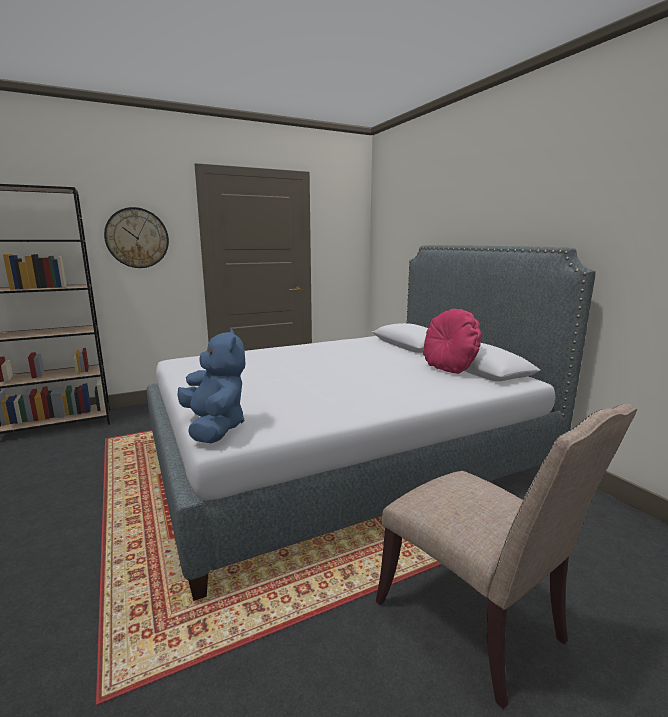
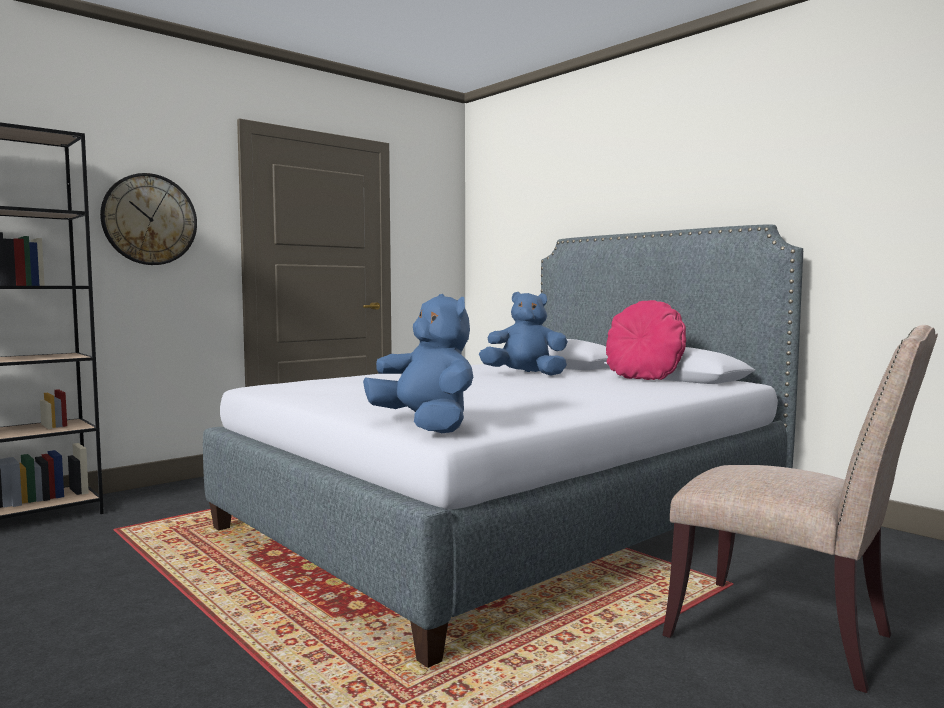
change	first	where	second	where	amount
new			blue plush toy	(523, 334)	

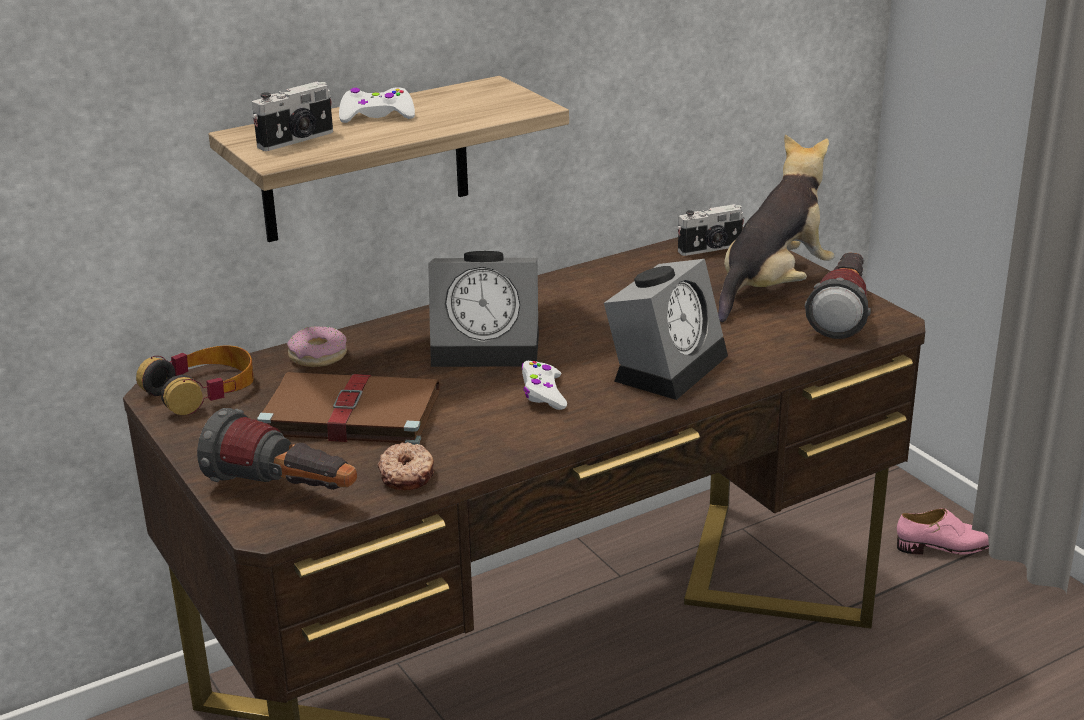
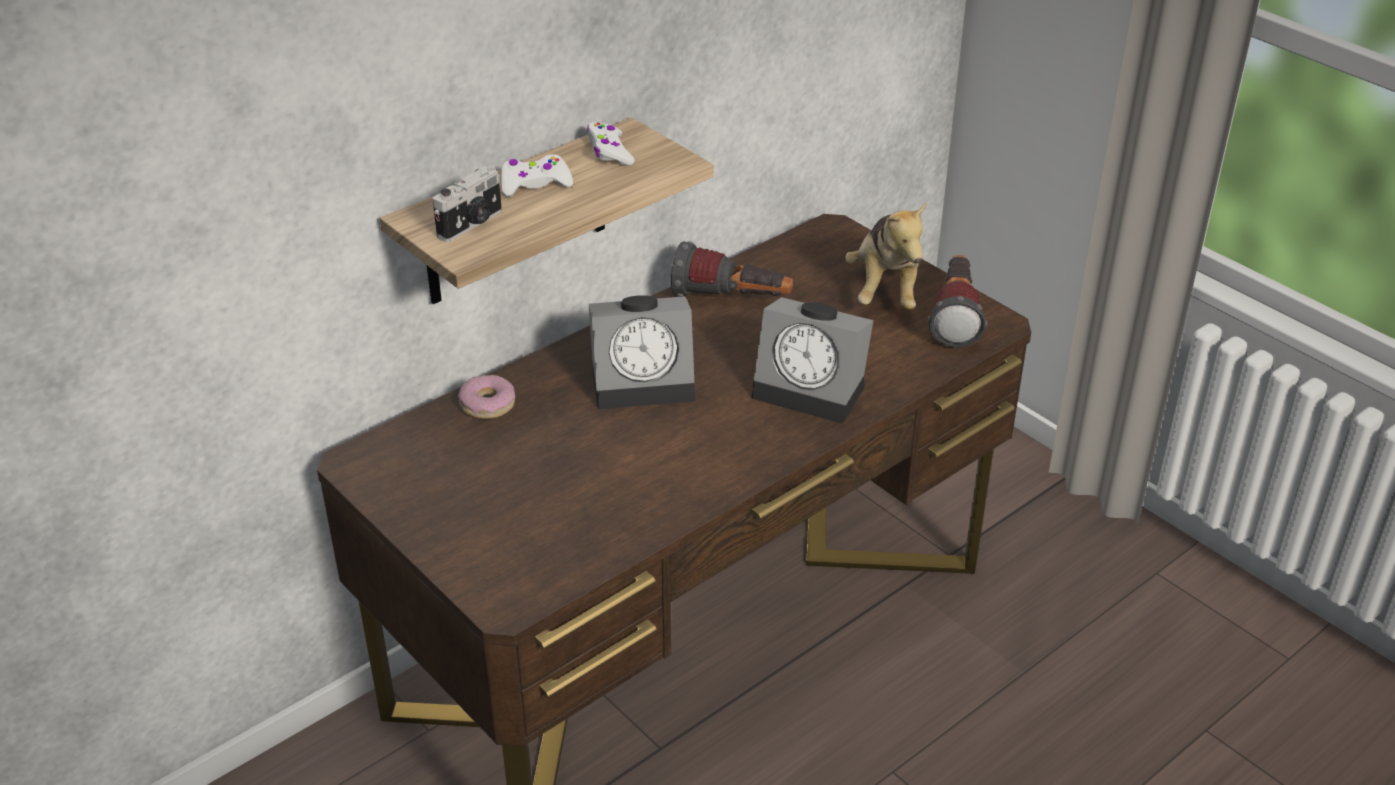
change	first	where	second	where	amount
rotated	plush toy	(776, 229)		(886, 256)	150 degrees clockwise
gone	photo camera	(710, 230)			
rotated	alarm clock	(666, 329)		(812, 360)	90 degrees clockwise
gone	headphones	(195, 380)			
shifted	white game controller	(544, 385)		(610, 144)	
gone	brown book	(348, 408)			
shifted	flashlight	(277, 449)		(732, 269)	
gone	donut	(405, 466)			
gone	pink shoe	(943, 531)			

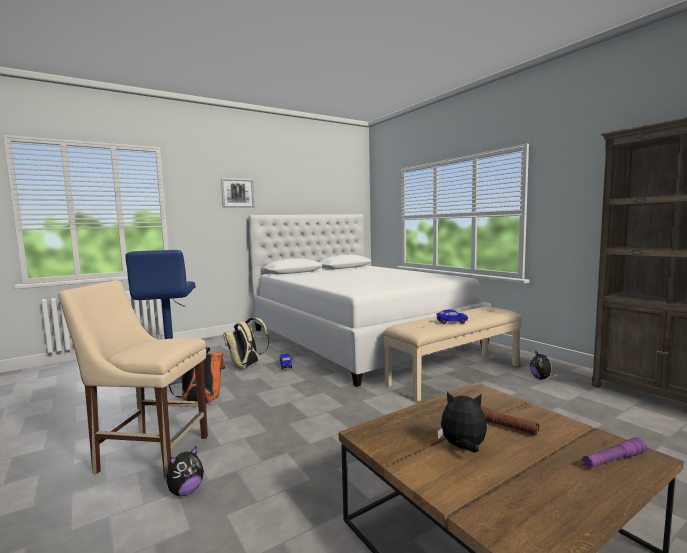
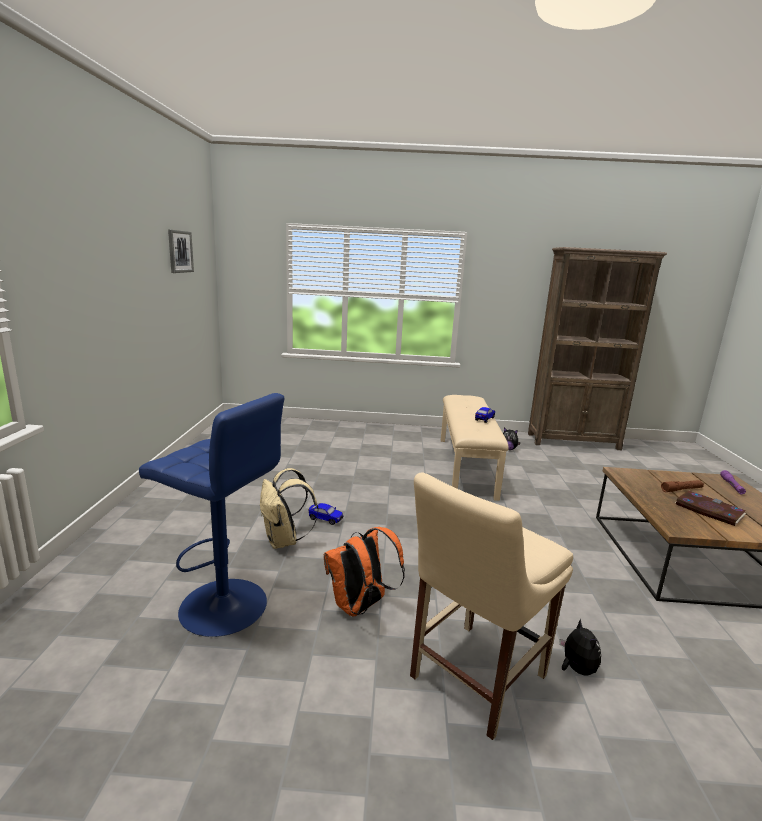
change	first	where	second	where	amount
shifted	picture	(237, 192)		(181, 251)	
gone	white bed	(369, 300)			
swapped	plush toy	(462, 422)	book	(710, 508)	

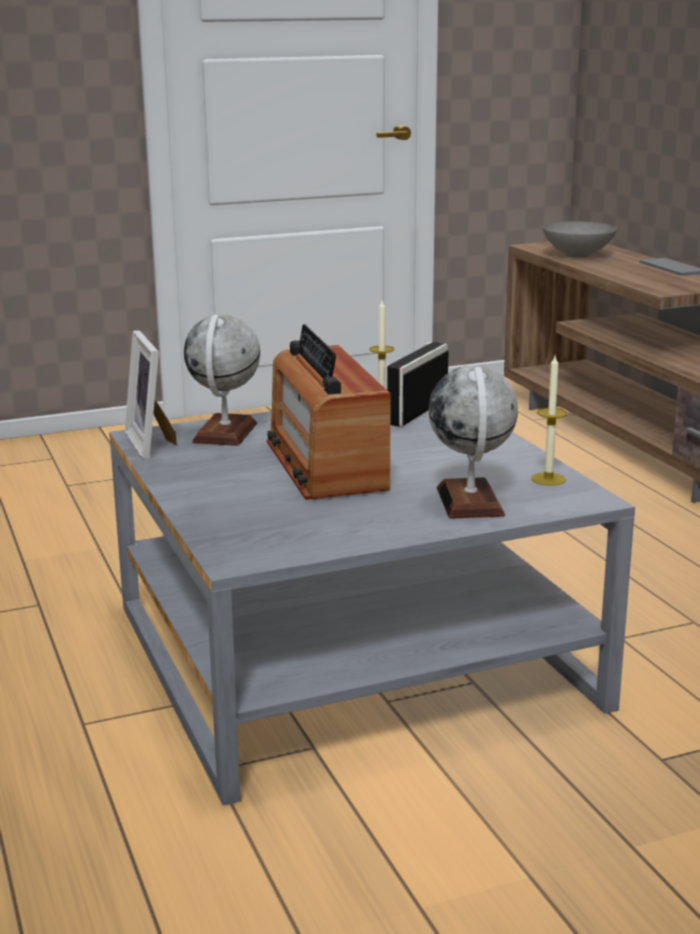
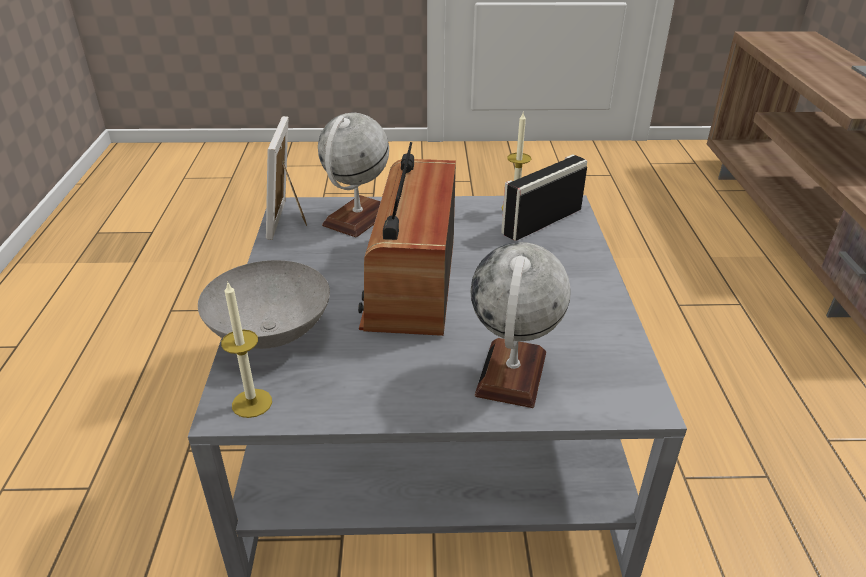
change	first	where	second	where	amount
shifted	grey bowl	(579, 239)		(264, 304)	
shifted	candle	(549, 421)		(246, 349)	

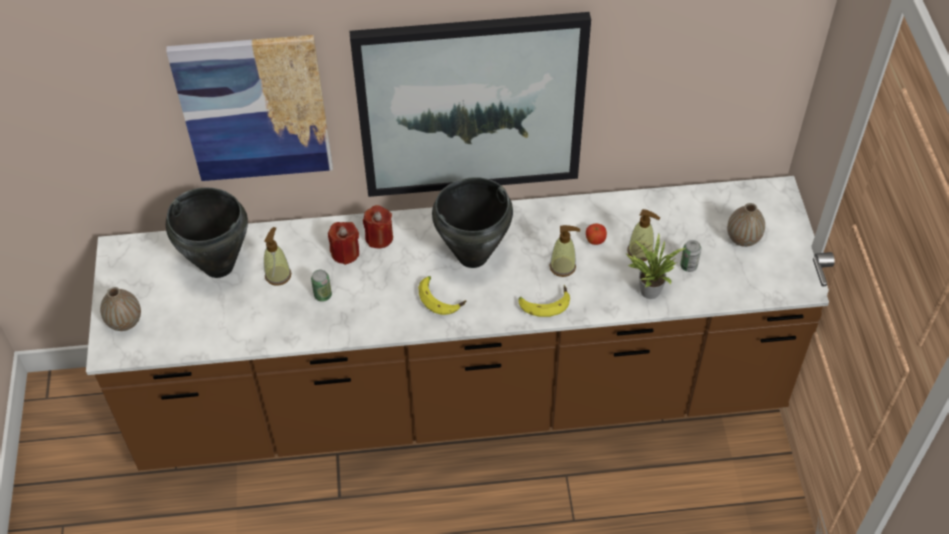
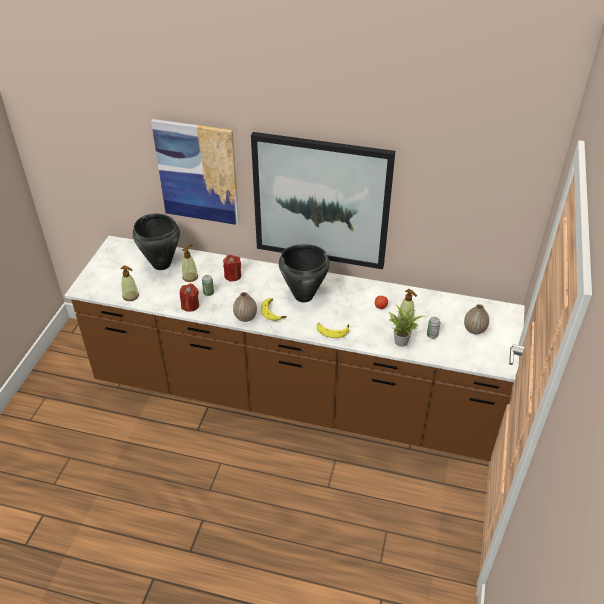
change	first	where	second	where	amount
shifted	red candle	(378, 227)		(189, 298)	
shifted	soap dispenser	(564, 251)		(130, 283)	
shifted	vase	(120, 309)		(245, 307)	

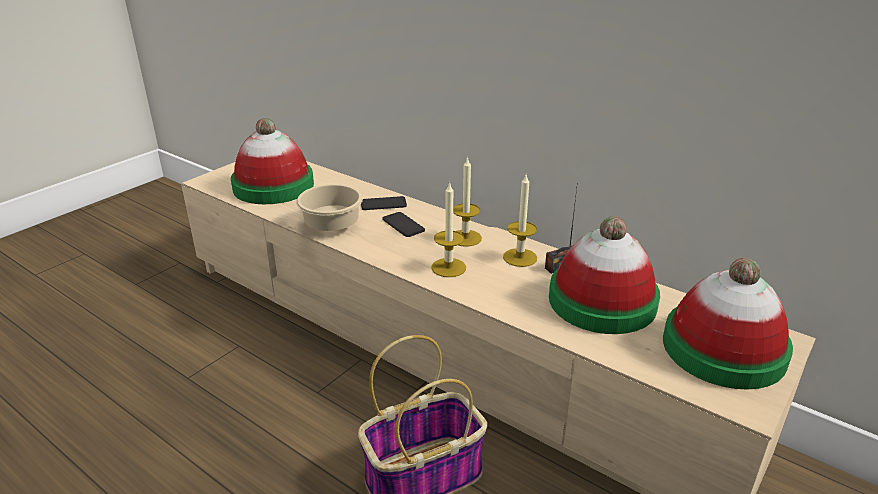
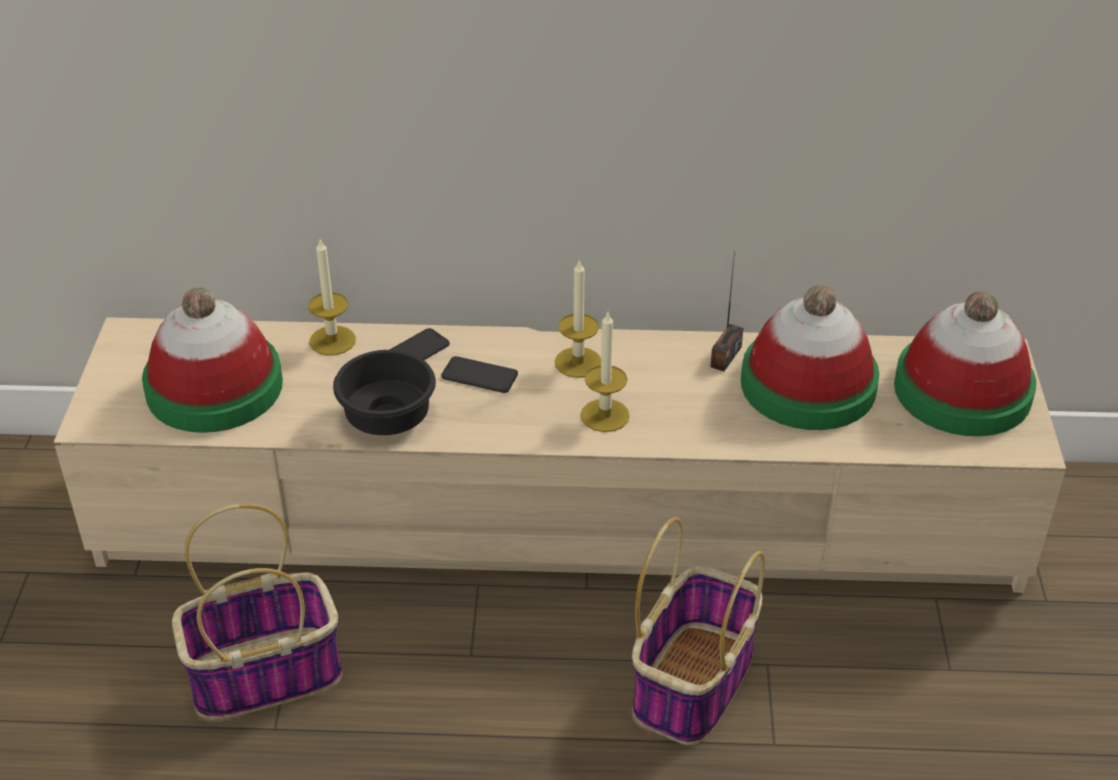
change	first	where	second	where	amount
shifted	candle	(520, 221)		(332, 297)	
repainted	beige bowl	(329, 207)	black bowl	(384, 392)	
new			basket	(257, 612)	

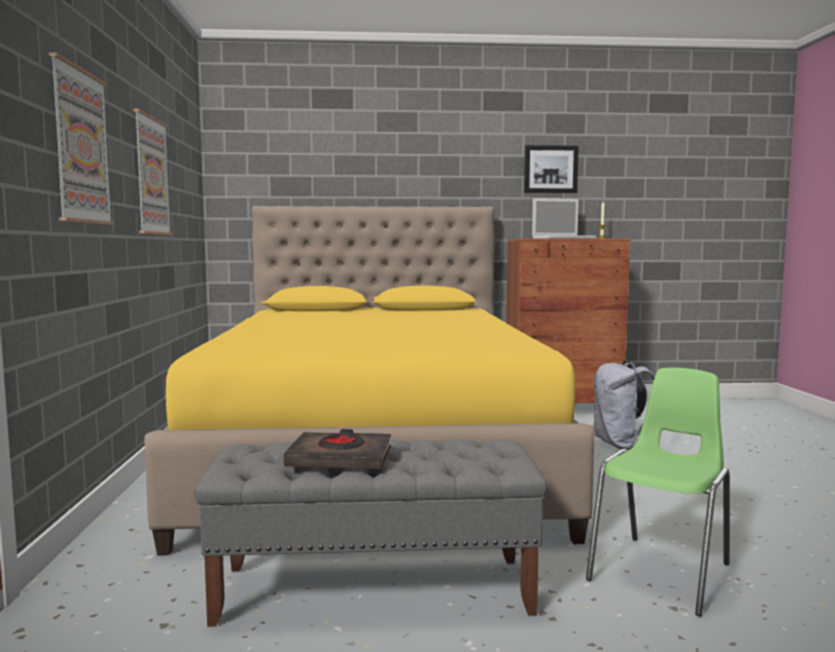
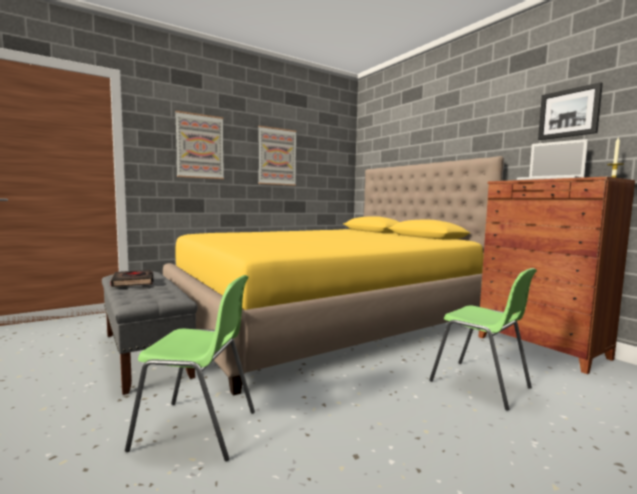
change	first	where	second	where	amount
swapped	grey backpack	(624, 405)	green chair	(483, 339)	

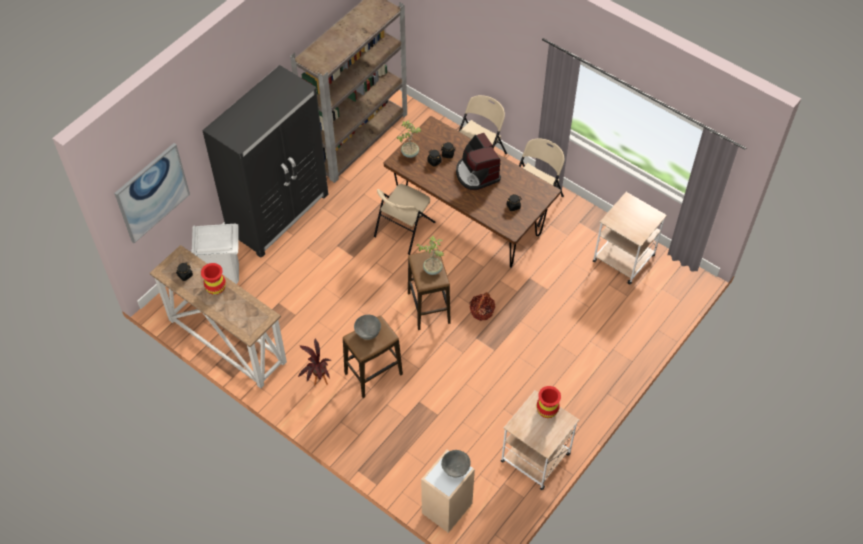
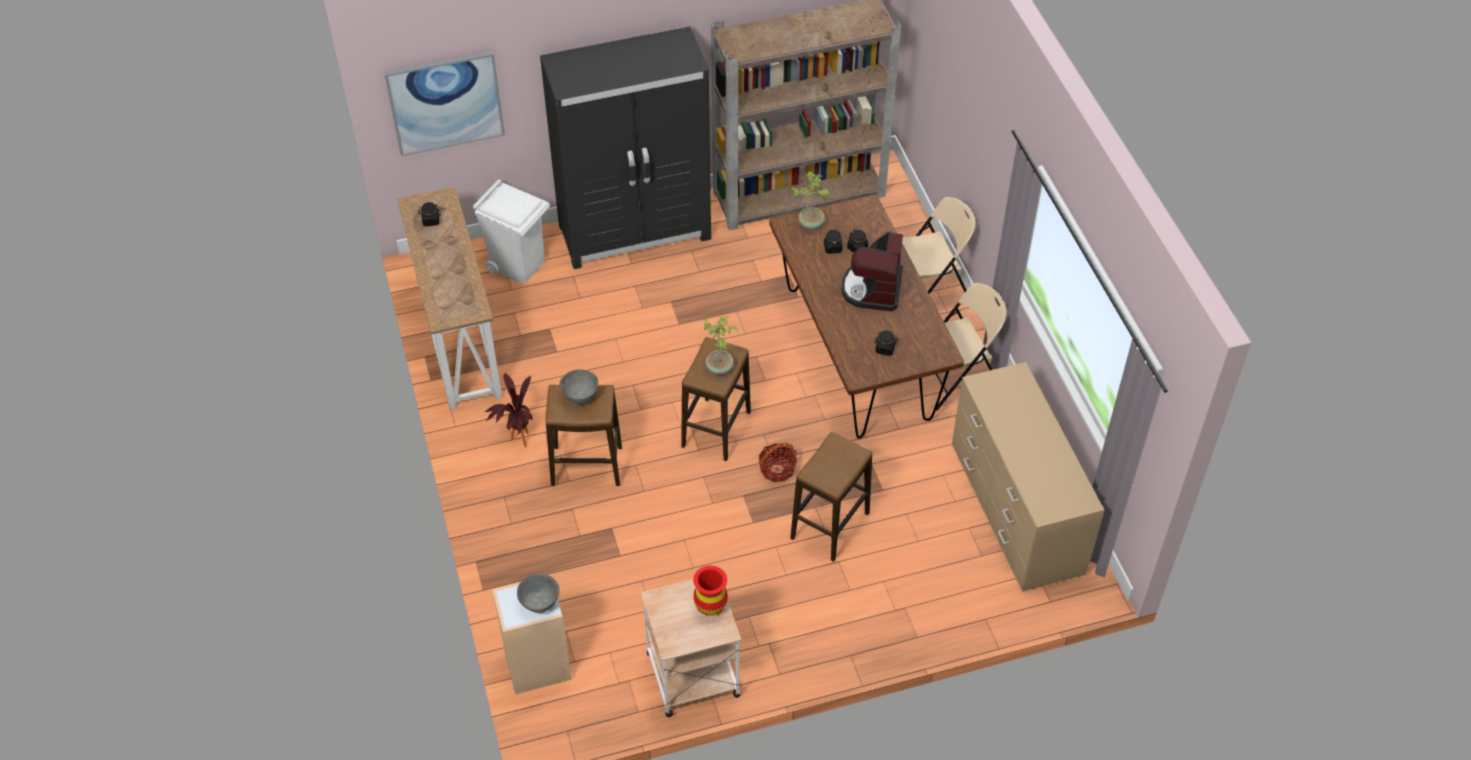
change	first	where	second	where	amount
gone	beige chair	(404, 219)			
swapped	beige cart	(630, 238)	beige dresser	(1028, 477)	
gone	red vase	(213, 279)			
new			stool	(831, 497)	

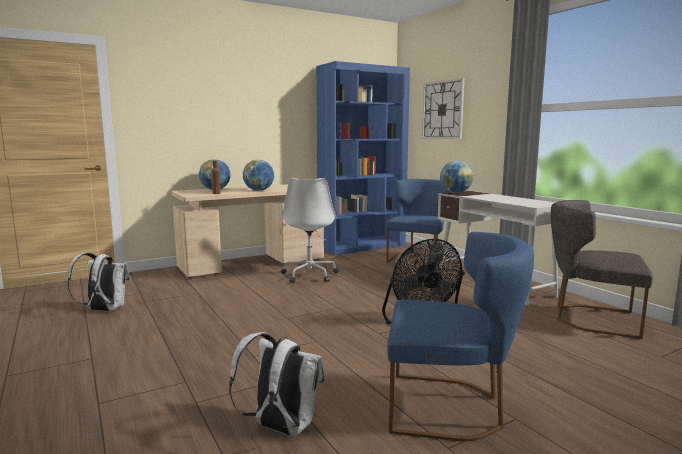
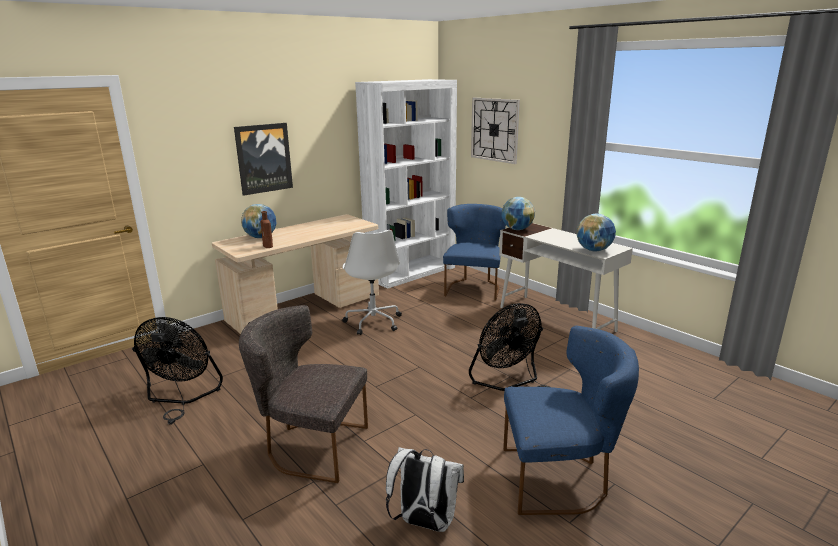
change	first	where	second	where	amount
repainted	blue bookcase	(363, 158)	white bookcase	(406, 184)	
shifted	globe	(258, 175)		(596, 232)	
shifted	grey chair	(602, 269)		(303, 394)	
swapped	white backpack	(98, 282)	black fan	(177, 371)	
new			picture	(263, 159)	

